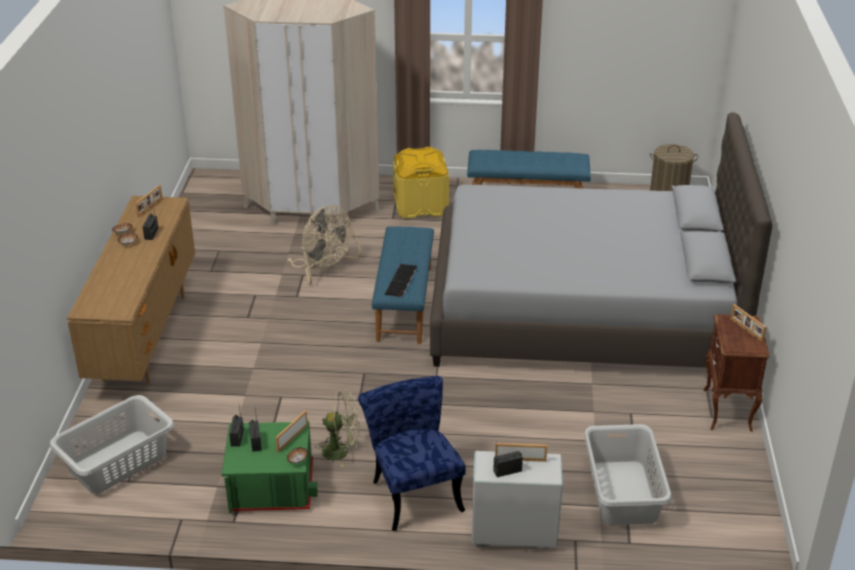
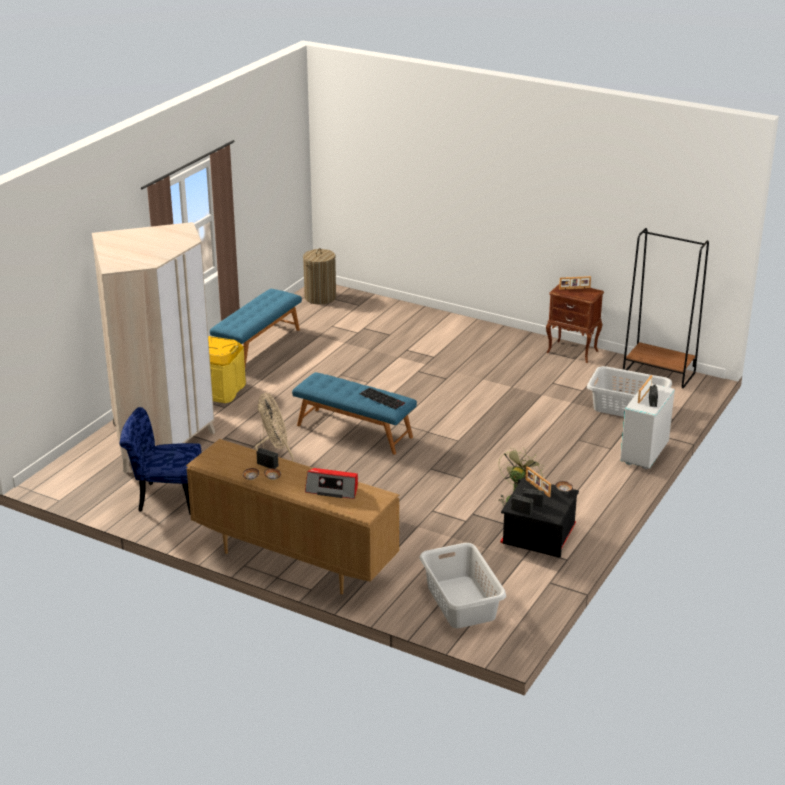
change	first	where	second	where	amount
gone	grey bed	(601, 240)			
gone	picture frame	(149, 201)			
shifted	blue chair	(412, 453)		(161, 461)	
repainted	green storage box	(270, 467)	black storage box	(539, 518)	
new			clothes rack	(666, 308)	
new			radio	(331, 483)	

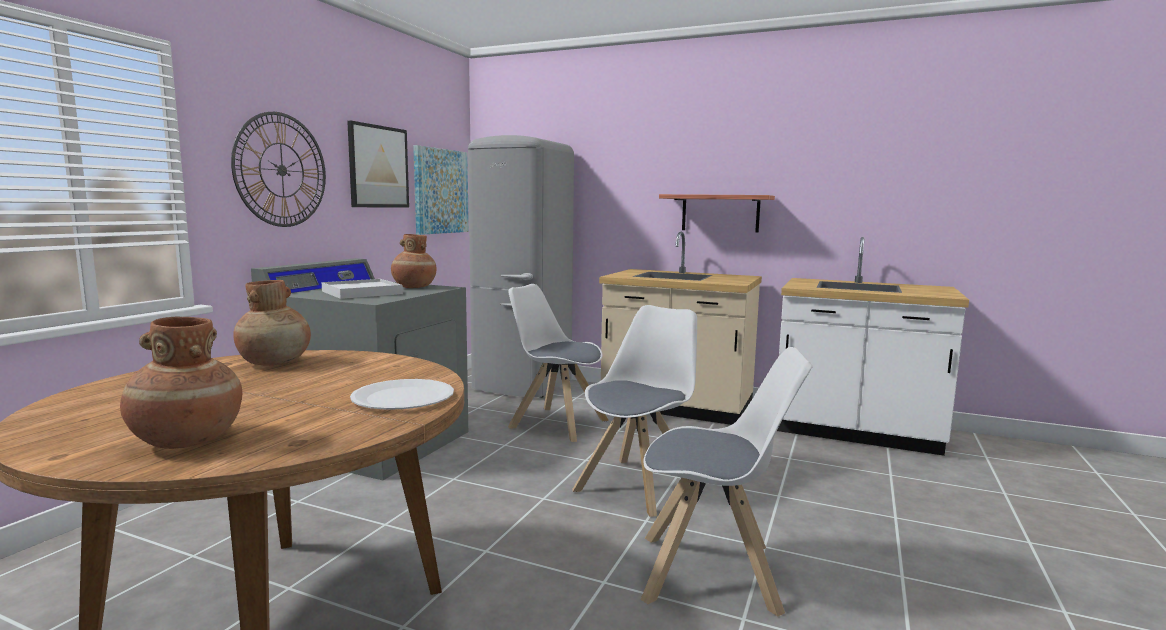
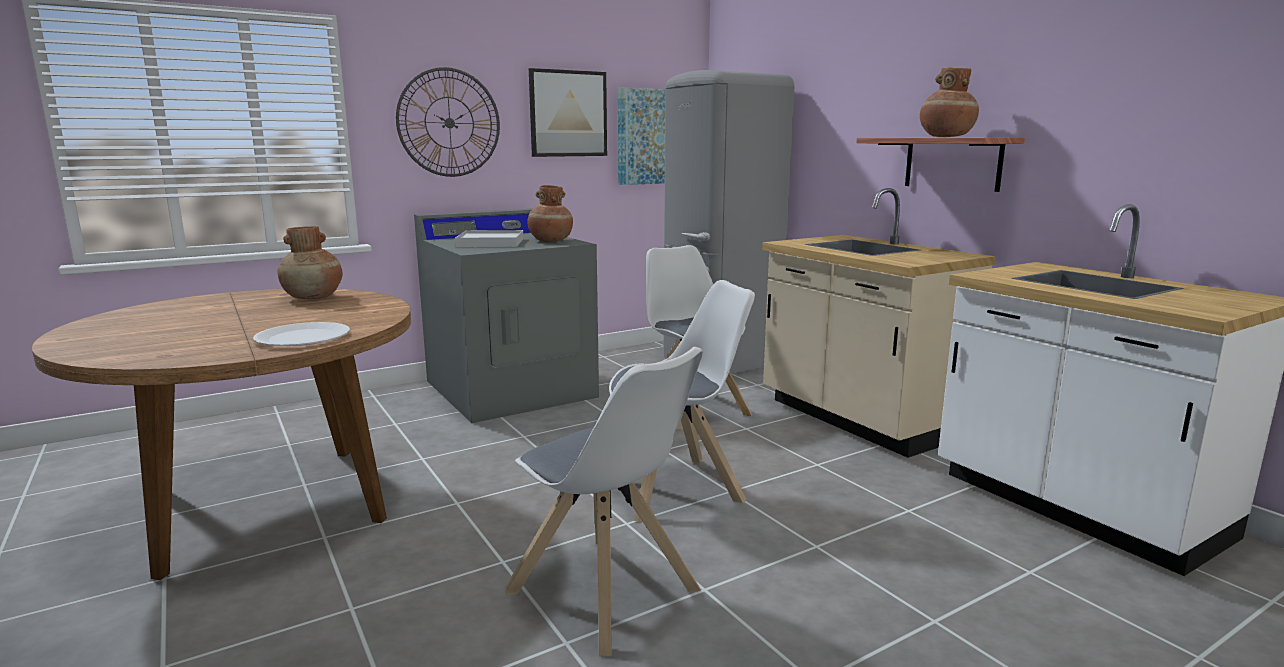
change	first	where	second	where	amount
shifted	brown vase	(181, 383)		(949, 102)	

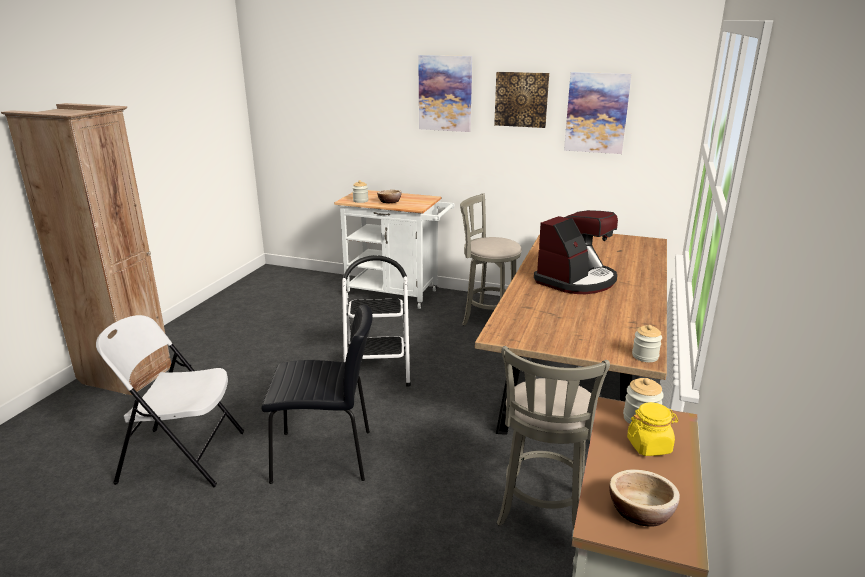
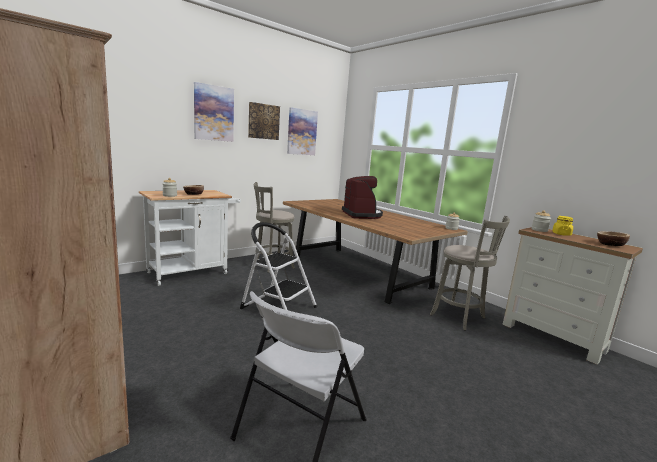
change	first	where	second	where	amount
gone	black chair	(316, 394)			

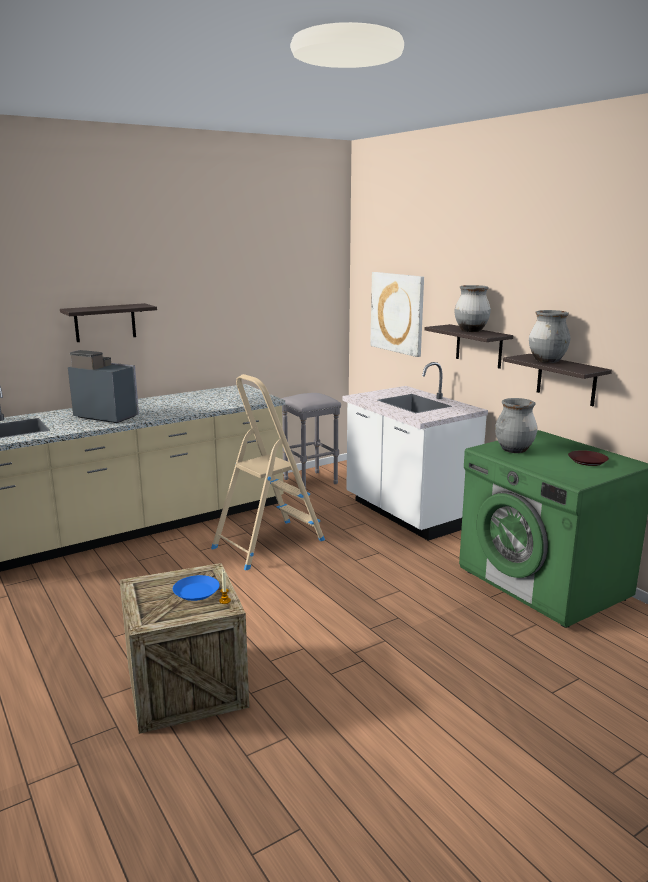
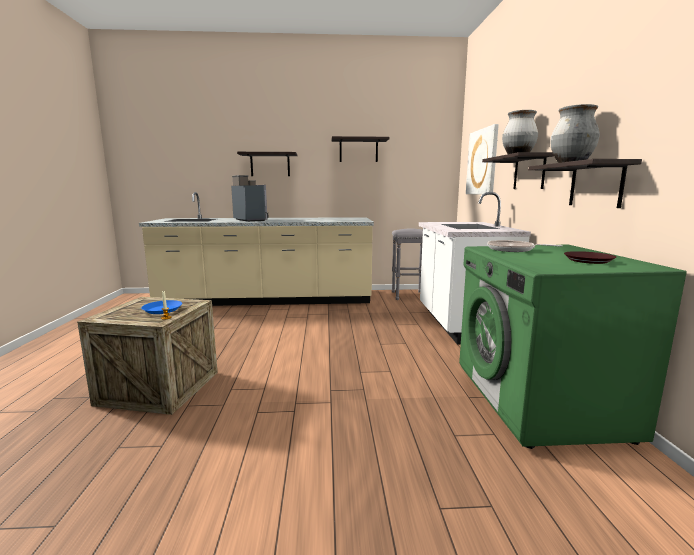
change	first	where	second	where	amount
gone	beige step ladder	(268, 472)			
swapped	grey vase	(516, 425)	frying pan	(525, 246)	
new			shelf	(360, 149)	

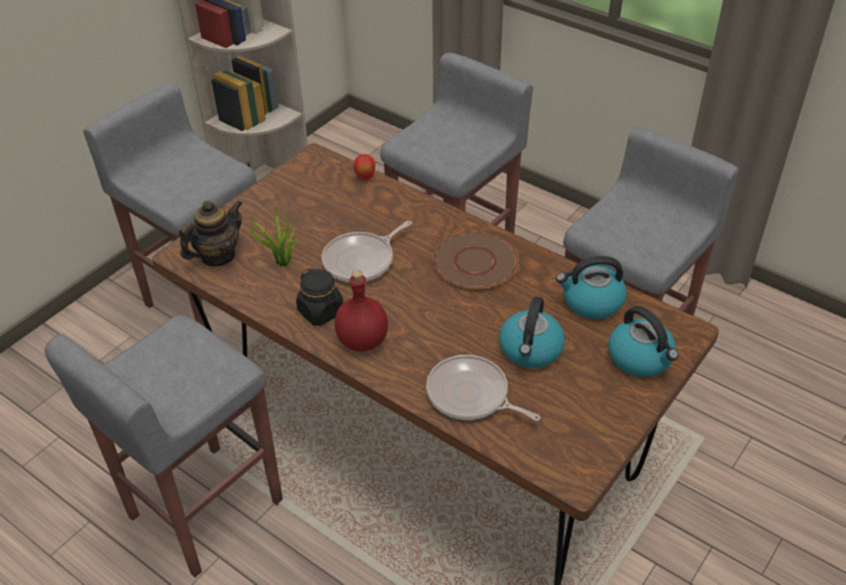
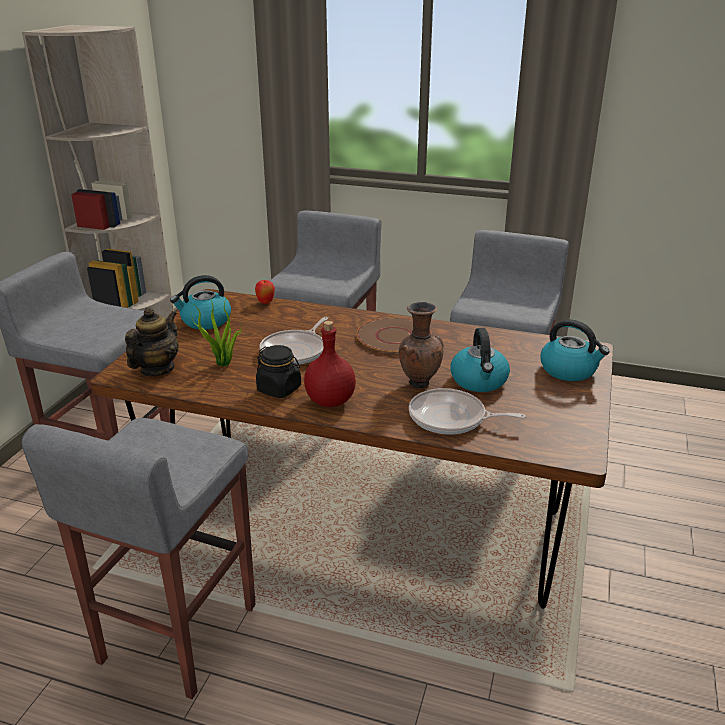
change	first	where	second	where	amount
shifted	kettle	(591, 287)		(200, 302)	
new			brown vase	(421, 345)	

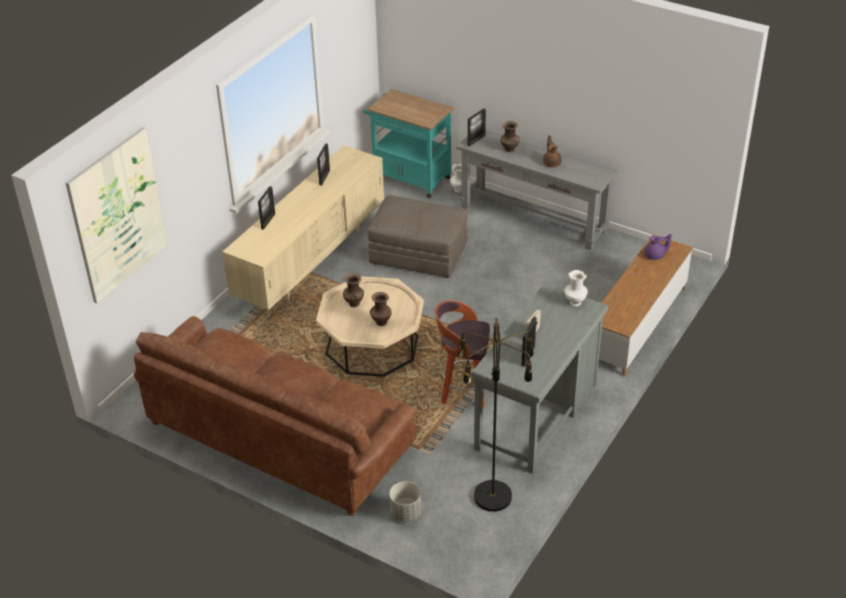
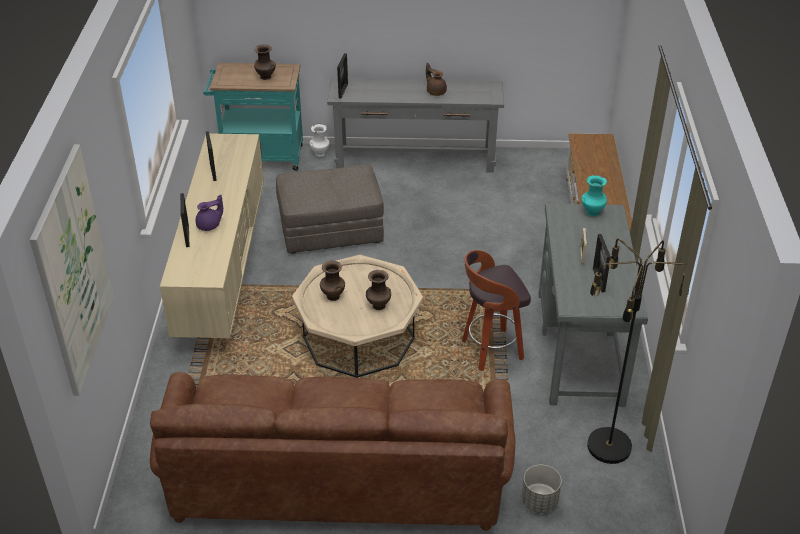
change	first	where	second	where	amount
shifted	brown vase	(510, 136)		(265, 62)	
shifted	purple teapot	(658, 247)		(209, 212)	
repainted	white vase	(576, 288)	turquoise vase	(594, 195)	

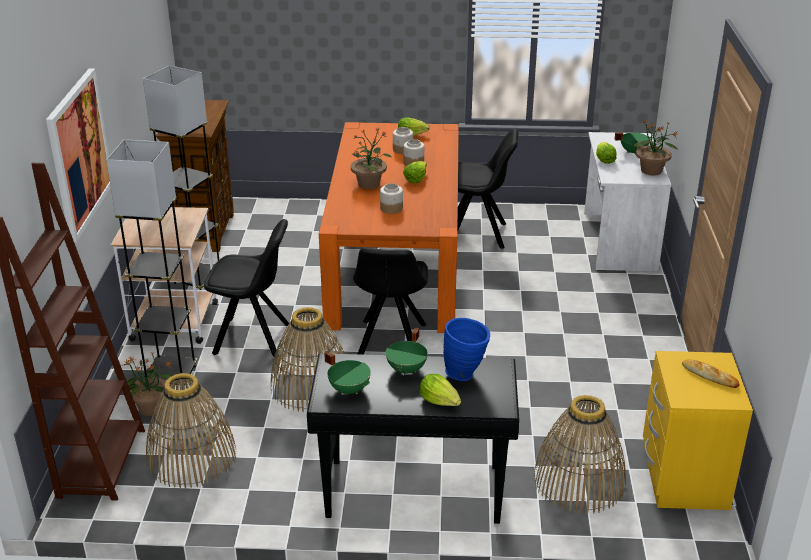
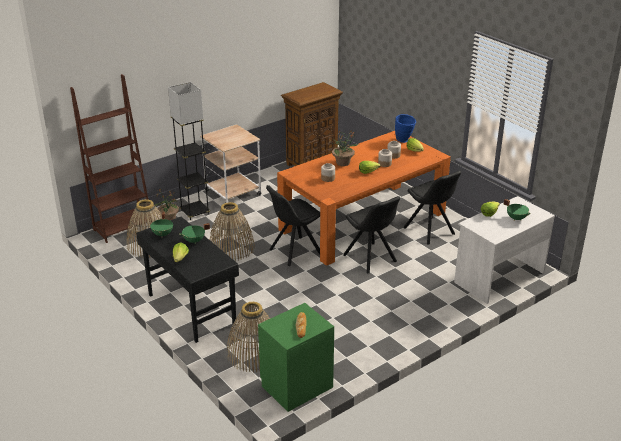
change	first	where	second	where	amount
gone	grey floor lamp	(181, 177)			
gone	picture	(78, 155)			
gone	potted plant	(656, 147)			
shifted	black chair	(246, 288)		(371, 234)	
shifted	blue vase	(466, 349)		(405, 128)	
repainted	yellow nightstand	(698, 430)	green nightstand	(296, 357)	

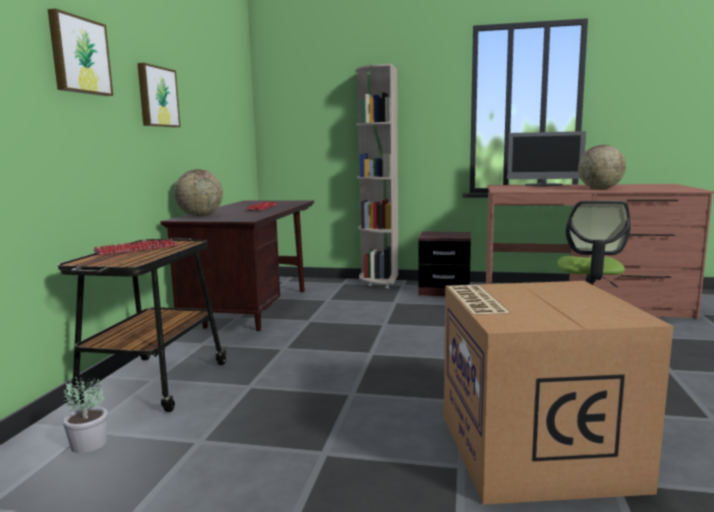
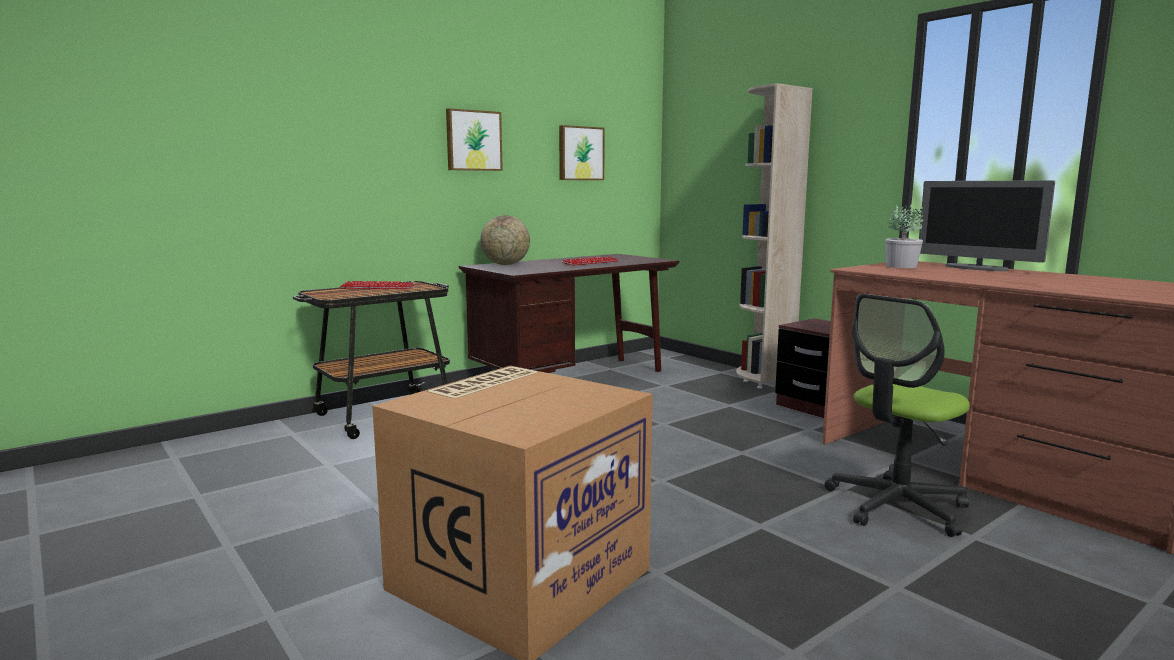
change	first	where	second	where	amount
shifted	picture	(80, 52)		(582, 152)	
gone	globe	(602, 167)			
shifted	potted plant	(85, 415)		(904, 235)	

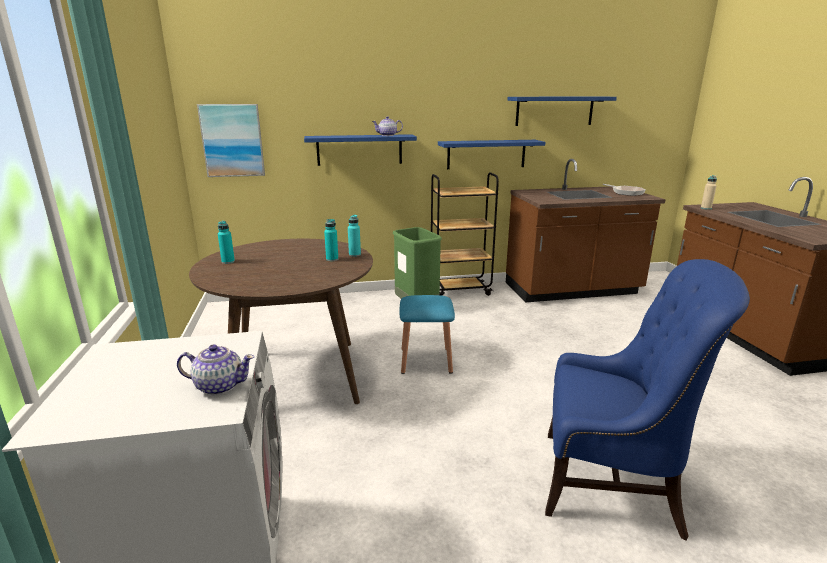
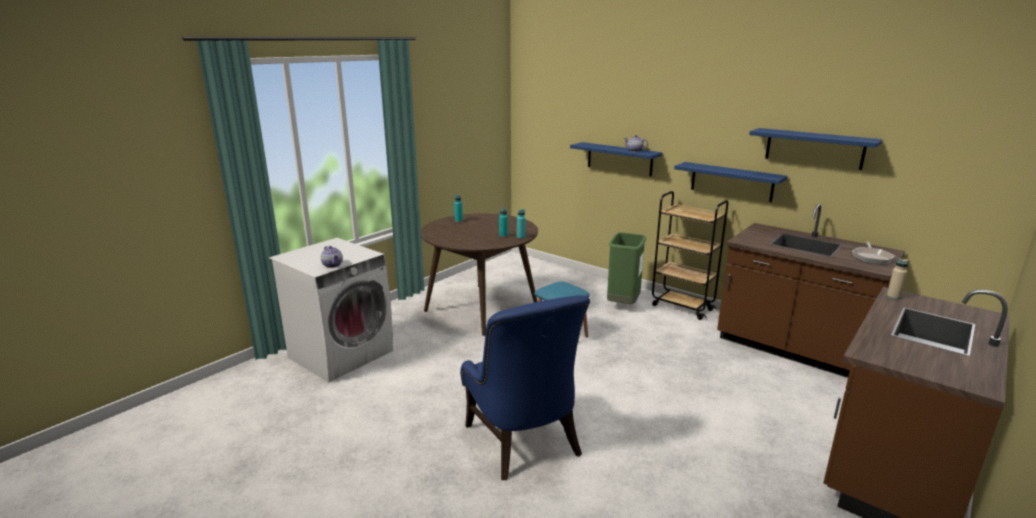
change	first	where	second	where	amount
gone	picture	(231, 140)			

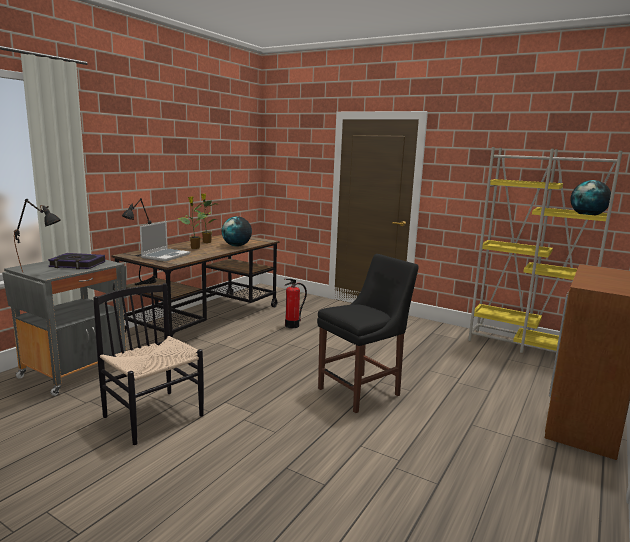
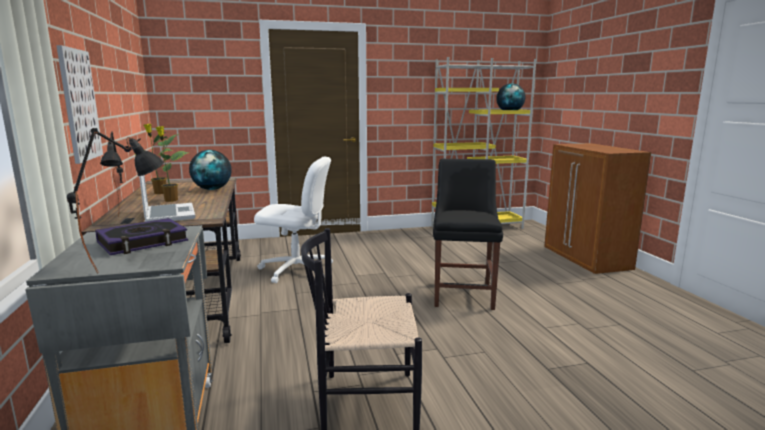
change	first	where	second	where	amount
swapped	fire extinguisher	(296, 303)	white office chair	(293, 220)	
new			picture	(79, 104)	

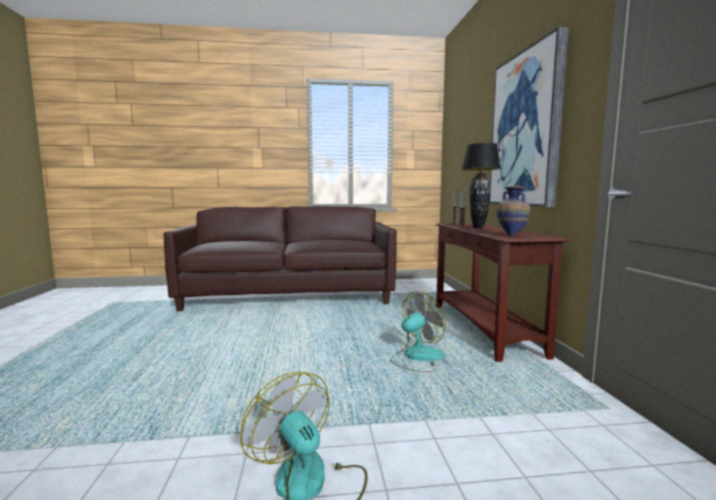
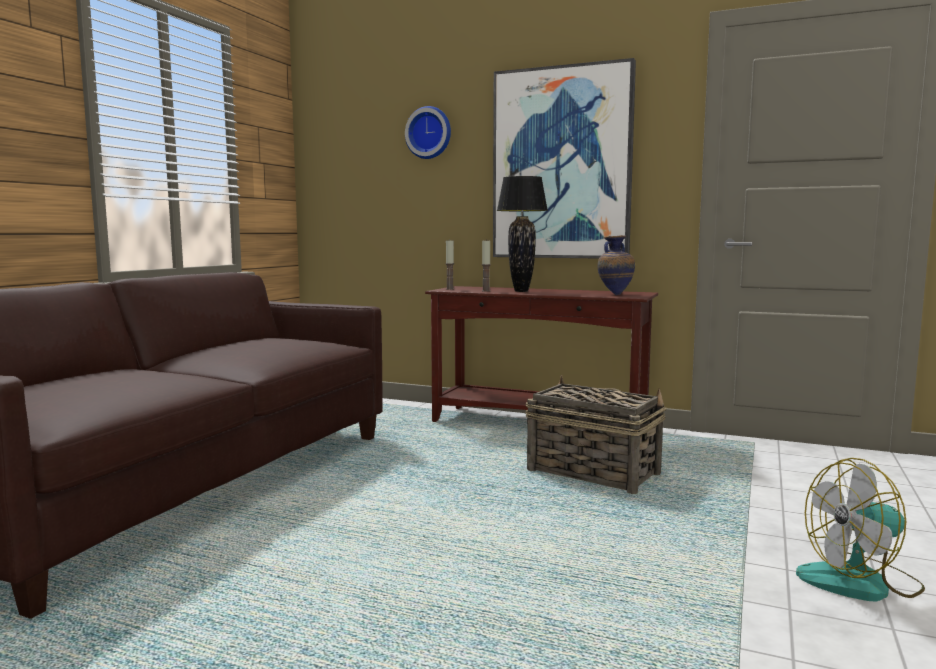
change	first	where	second	where	amount
swapped	fan	(418, 331)	basket	(596, 434)	
new			wall clock	(428, 132)	

